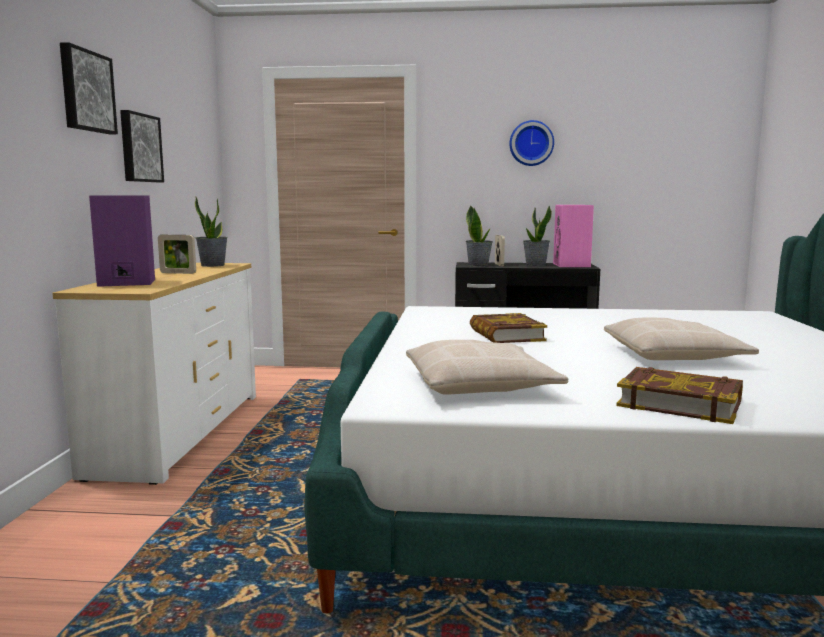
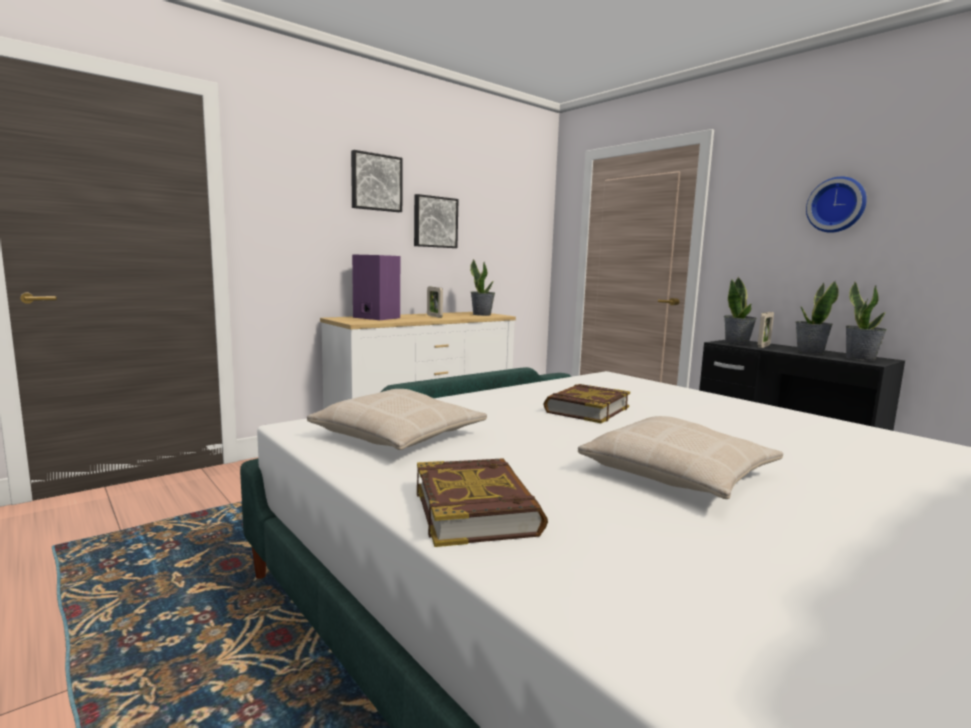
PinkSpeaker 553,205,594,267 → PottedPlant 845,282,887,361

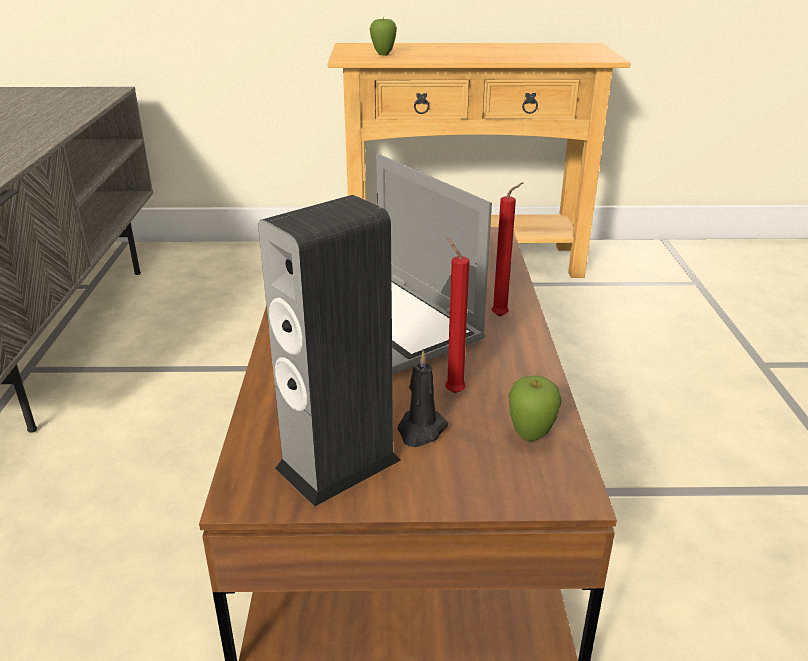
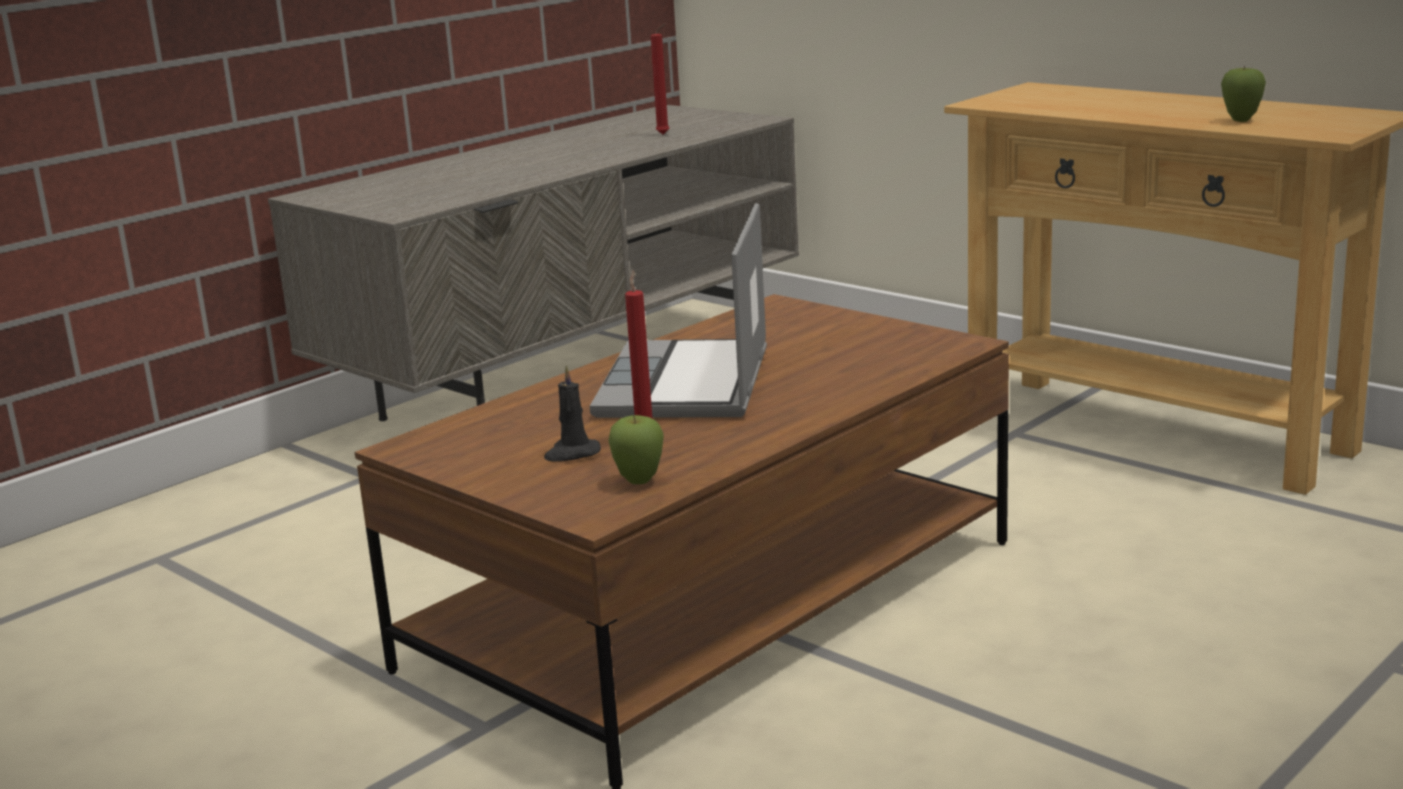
Speaker 258,195,401,507 → -
Apple 370,17,397,56 → Apple 1221,65,1266,122, moved
RedCandle 492,182,523,317 → RedCandle 651,23,669,135, moved

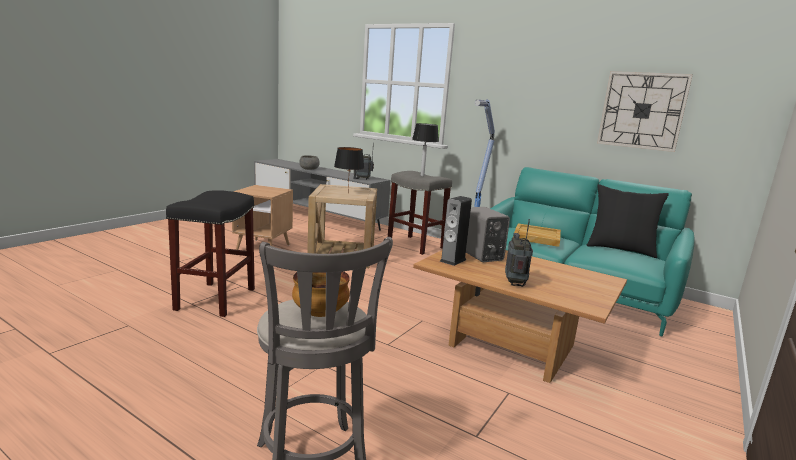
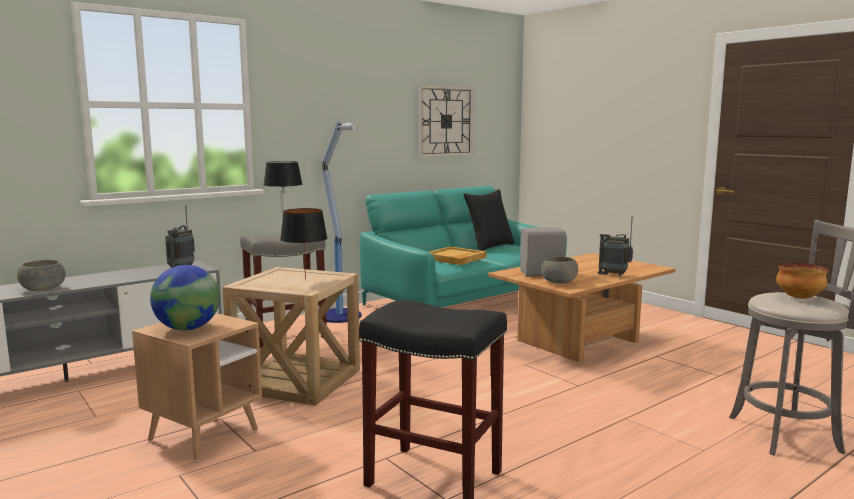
Speaker 439,196,472,266 → GreyBowl 541,257,578,284
- → Globe 150,265,220,330

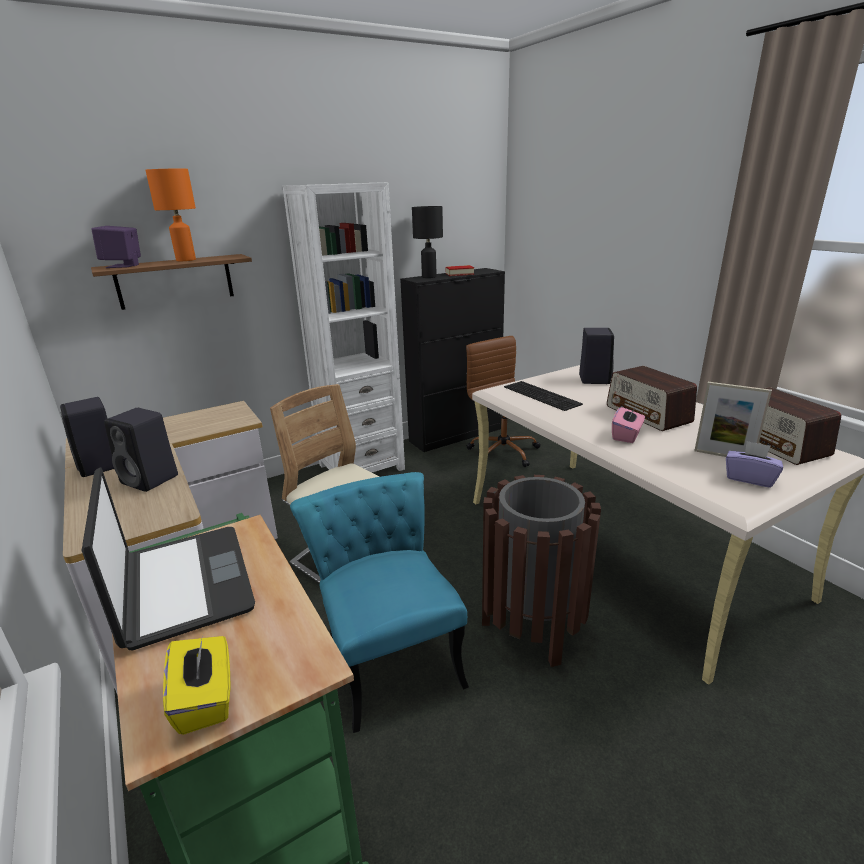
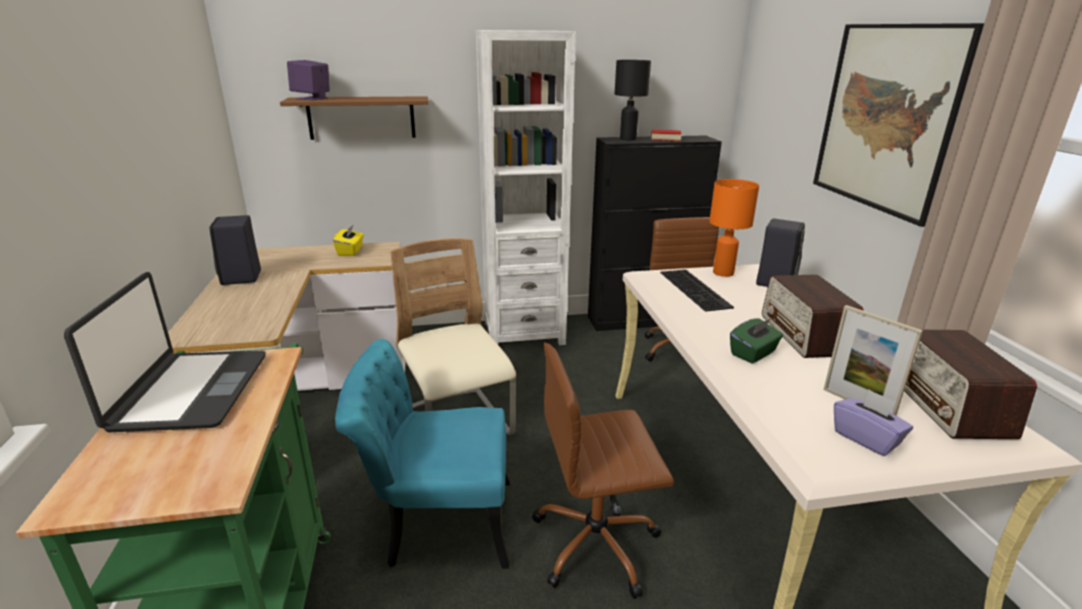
BlackSpeaker 104,408,178,492 → -
OrangeTableLamp 145,169,196,261 → OrangeTableLamp 709,179,759,277, moved
YellowTissueBox 163,635,230,735 → YellowTissueBox 333,224,364,256, moved
TurquoiseChair 290,472,469,733 → TurquoiseChair 335,339,510,569, 90 degrees counterclockwise
BrownTrashCan 482,475,601,667 → BrownOfficeChair 532,343,674,599
PinkTissueBox 612,405,645,443 → GreenTissueBox 730,319,783,363
- → Picture 813,23,984,227

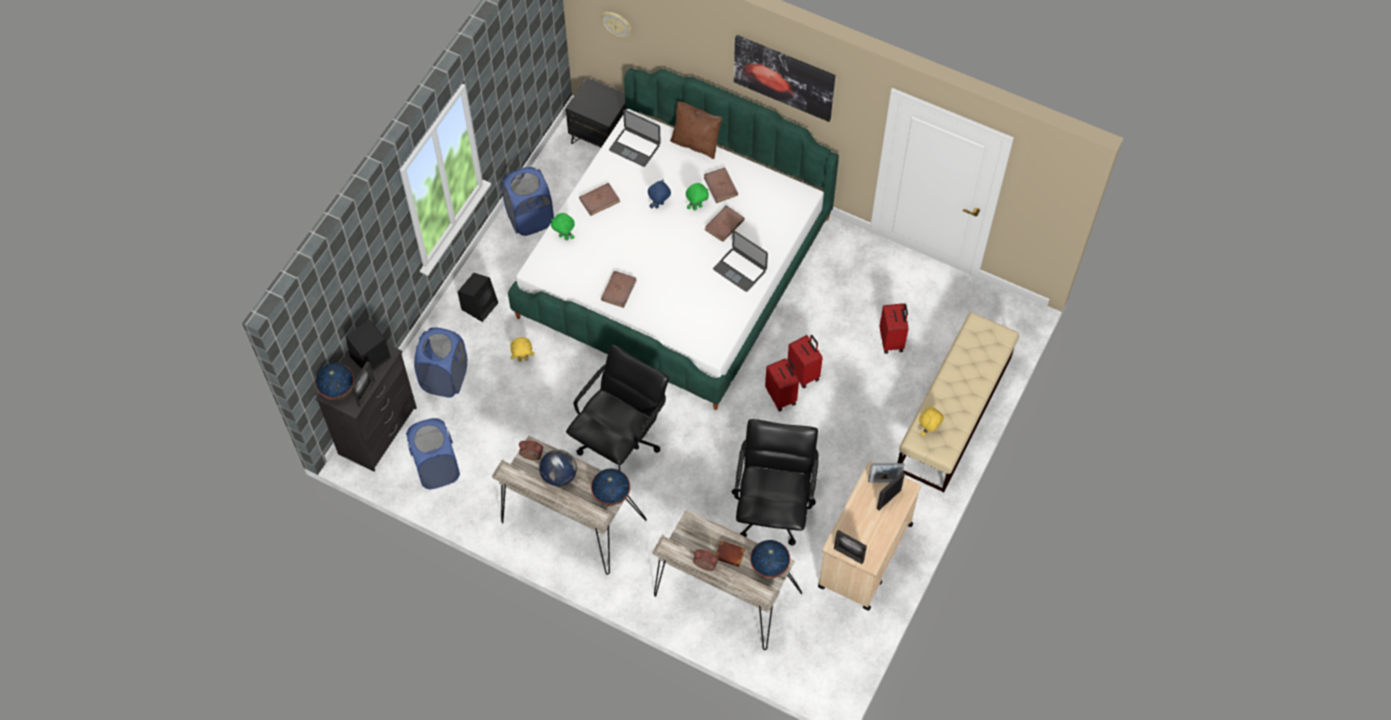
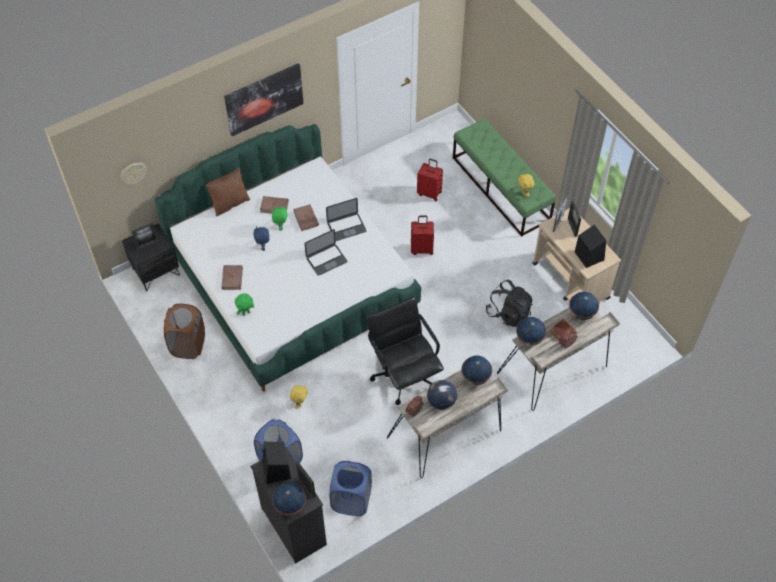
BlackSpeaker 458,273,498,322 → BlackSpeaker 575,225,606,268, moved
BlueLaundryBasket 501,167,554,236 → BrownLaundryBasket 164,304,205,359
BrownBook 601,271,637,308 → -
Laptop 609,110,661,167 → Laptop 304,229,347,276, moved
BlackOfficeChair 731,419,819,545 → BlackBackpack 486,280,532,327
RedSuitcase 765,358,799,411 → -
PictureFrame 834,530,867,564 → PictureFrame 132,223,159,250, moved
BeigeBench 898,312,1019,492 → GreenBench 453,119,556,237
- → Globe 516,317,546,346

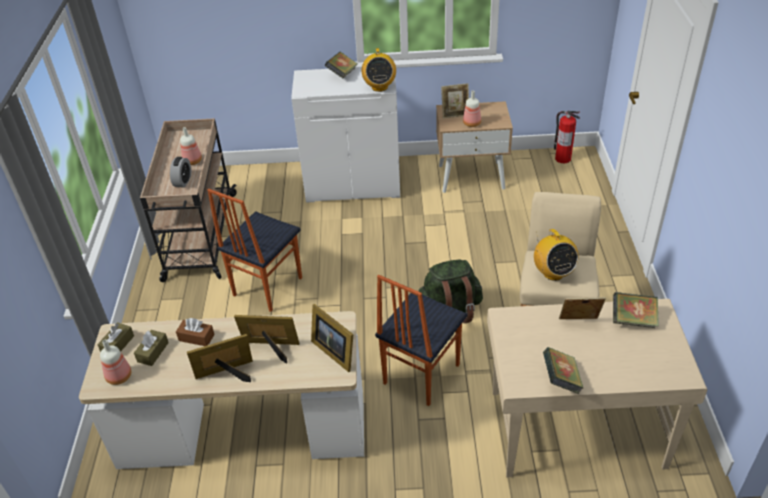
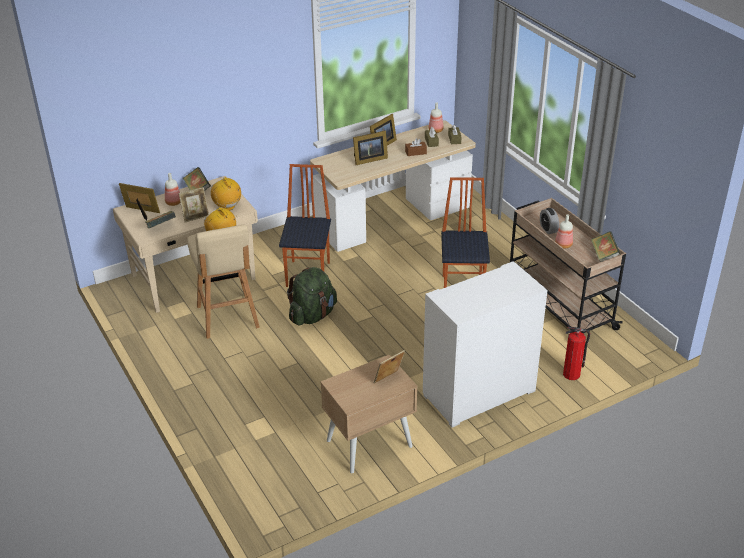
PictureFrame 311,304,353,372 → PictureFrame 119,183,160,221, moved
Book 325,52,358,78 → Book 591,231,621,262, moved
Radio 361,48,396,92 → Radio 211,177,241,211, moved
Bottle 463,90,481,127 → Bottle 165,173,180,206, moved
FireExtinguisher 554,111,580,164 → FireExtinguisher 563,327,590,380, moved

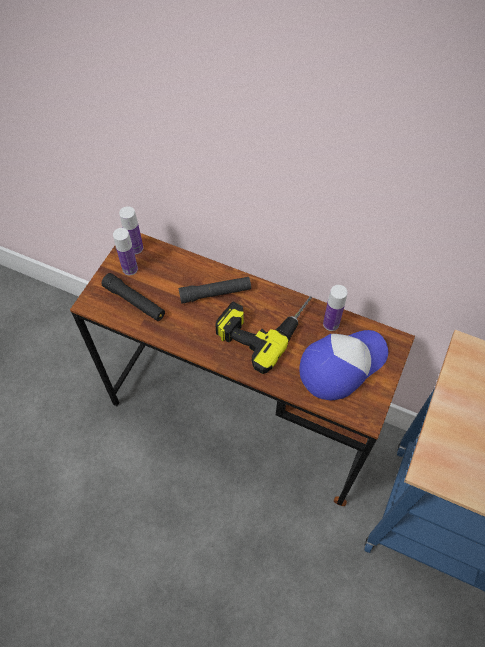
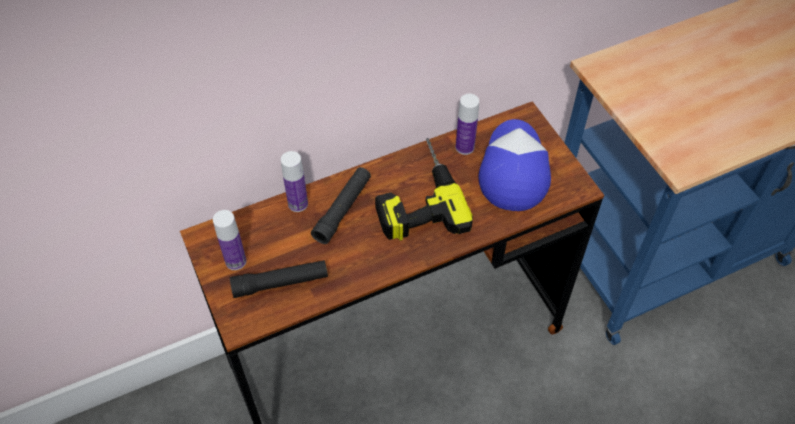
Bottle 119,206,143,254 → Bottle 281,151,308,212, moved

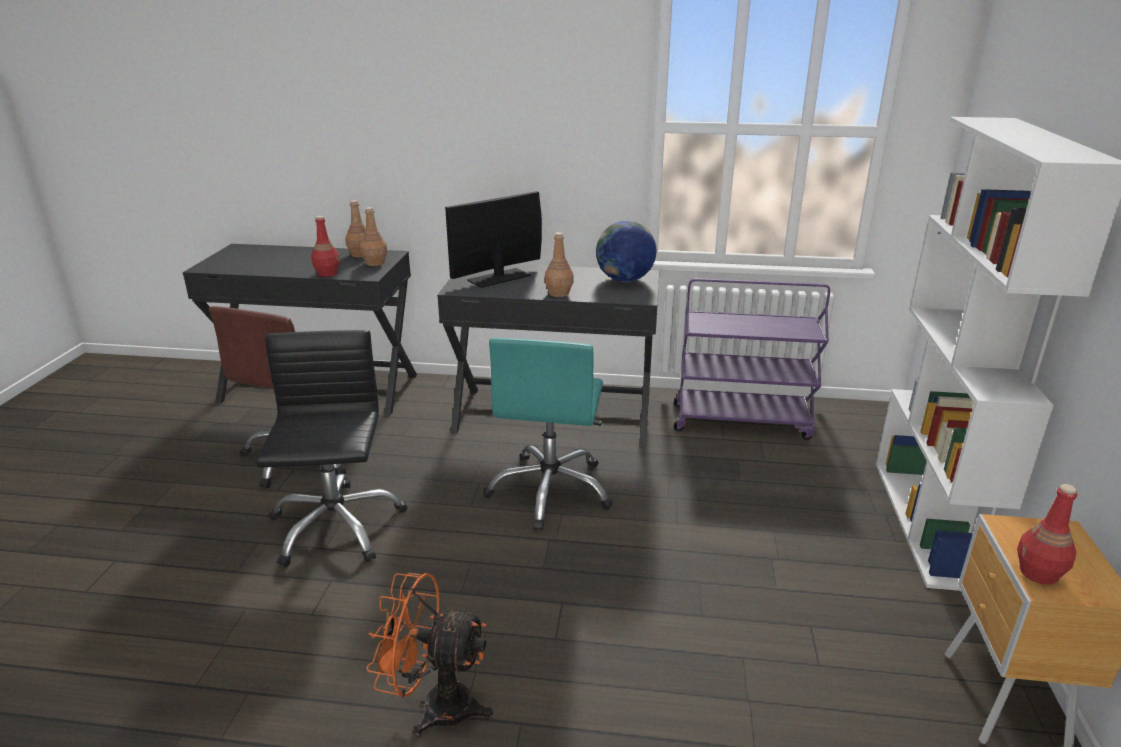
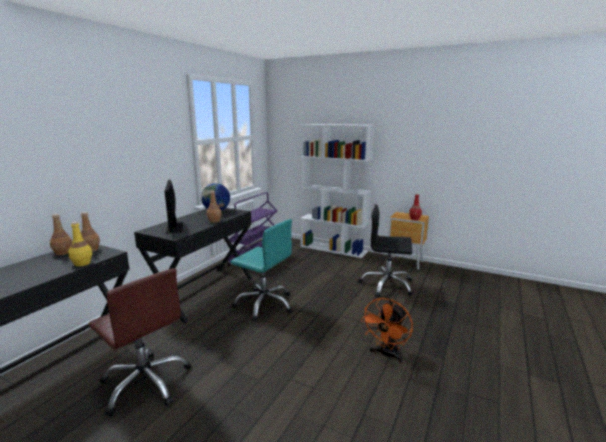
BlackOfficeChair 256,330,407,567 → BlackOfficeChair 358,204,413,297, moved
RedBottle 311,216,340,277 → YellowBottle 68,222,92,266

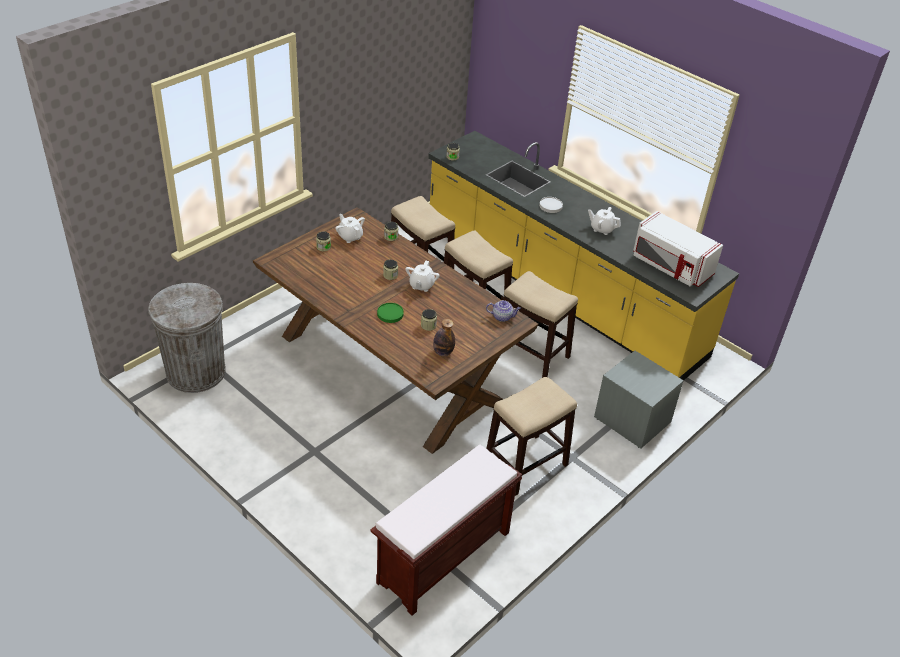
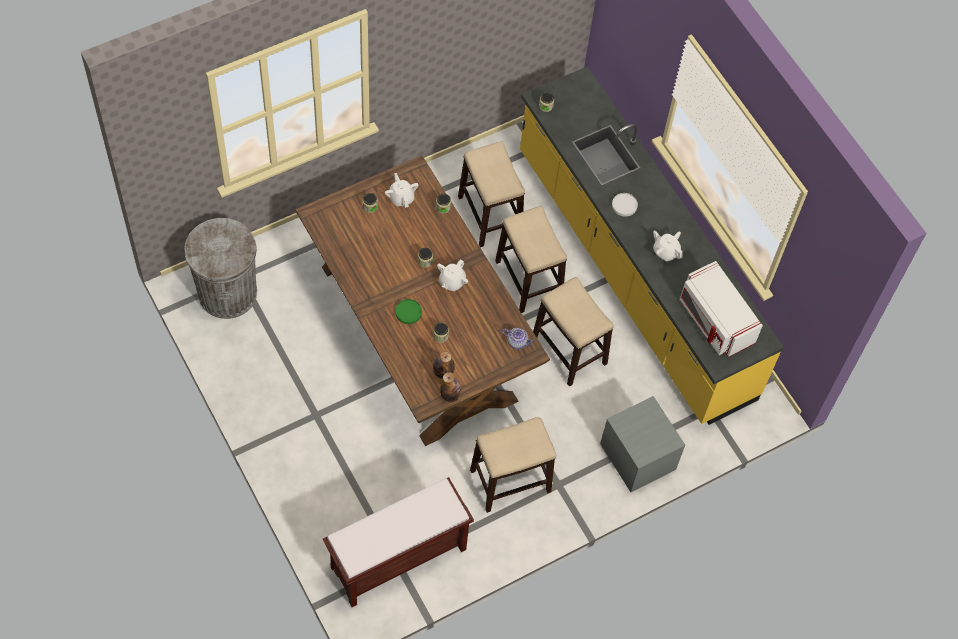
- → Bottle 440,372,462,402

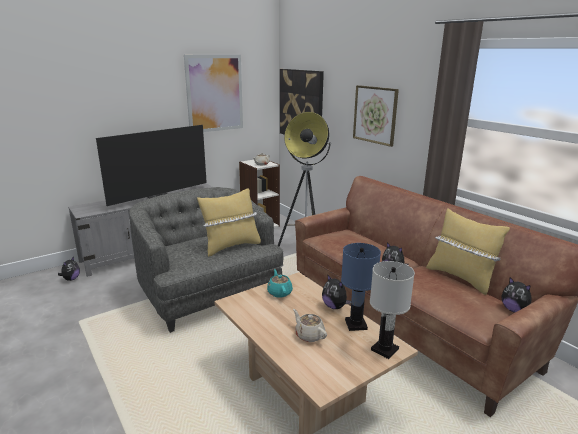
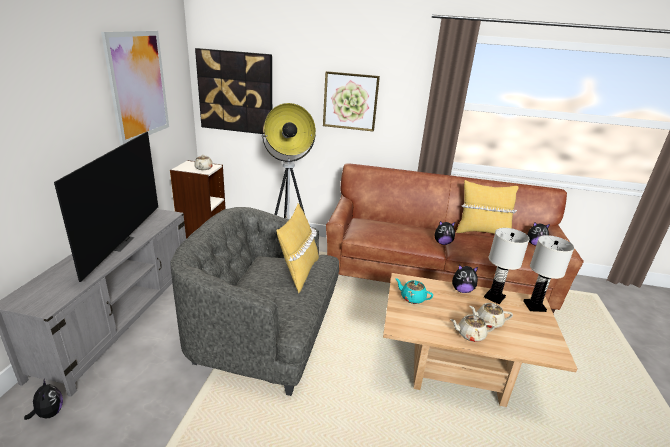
BlueTableLamp 341,243,381,331 → WhiteTableLamp 484,228,530,304
- → BeigeTeapot 450,315,495,342

